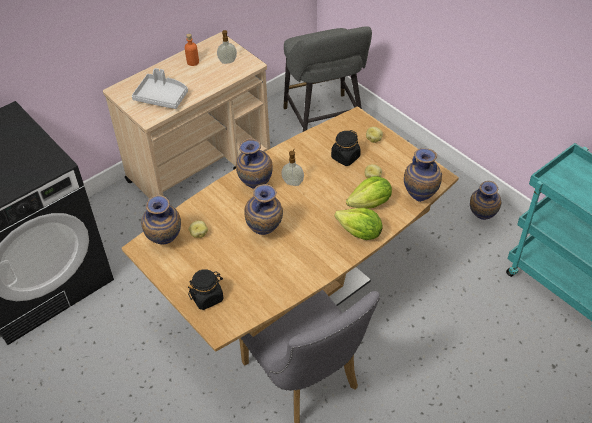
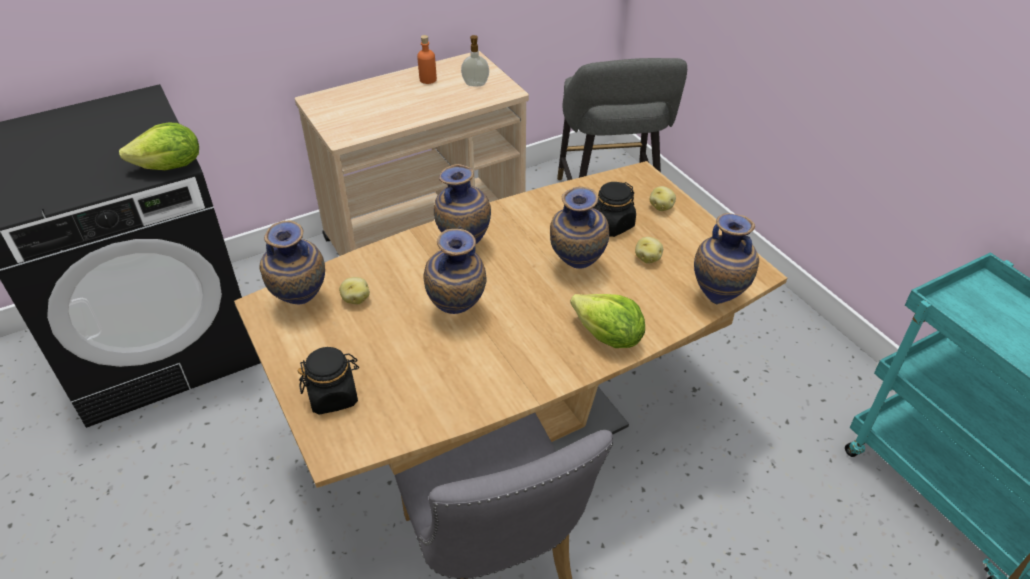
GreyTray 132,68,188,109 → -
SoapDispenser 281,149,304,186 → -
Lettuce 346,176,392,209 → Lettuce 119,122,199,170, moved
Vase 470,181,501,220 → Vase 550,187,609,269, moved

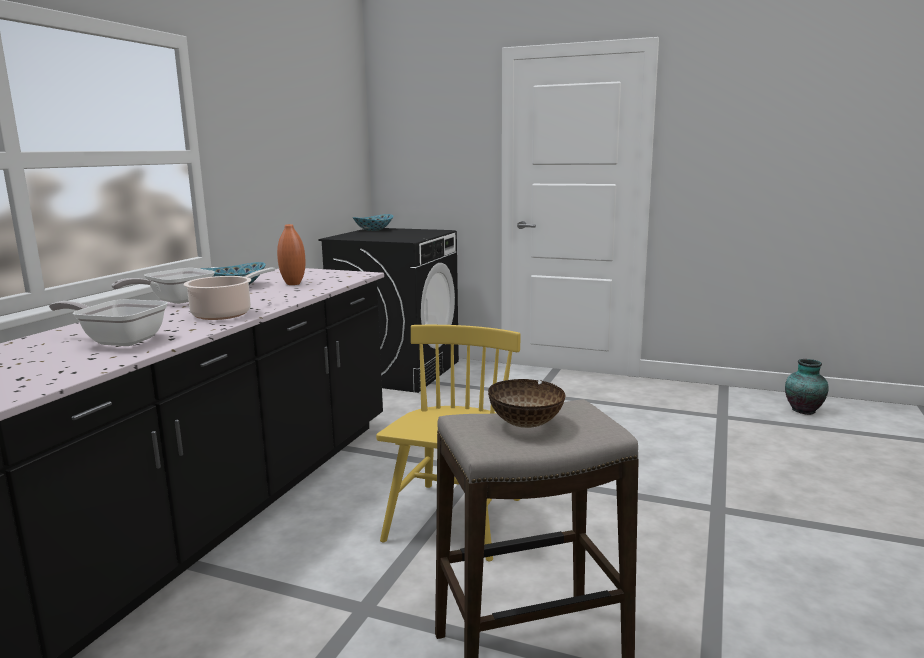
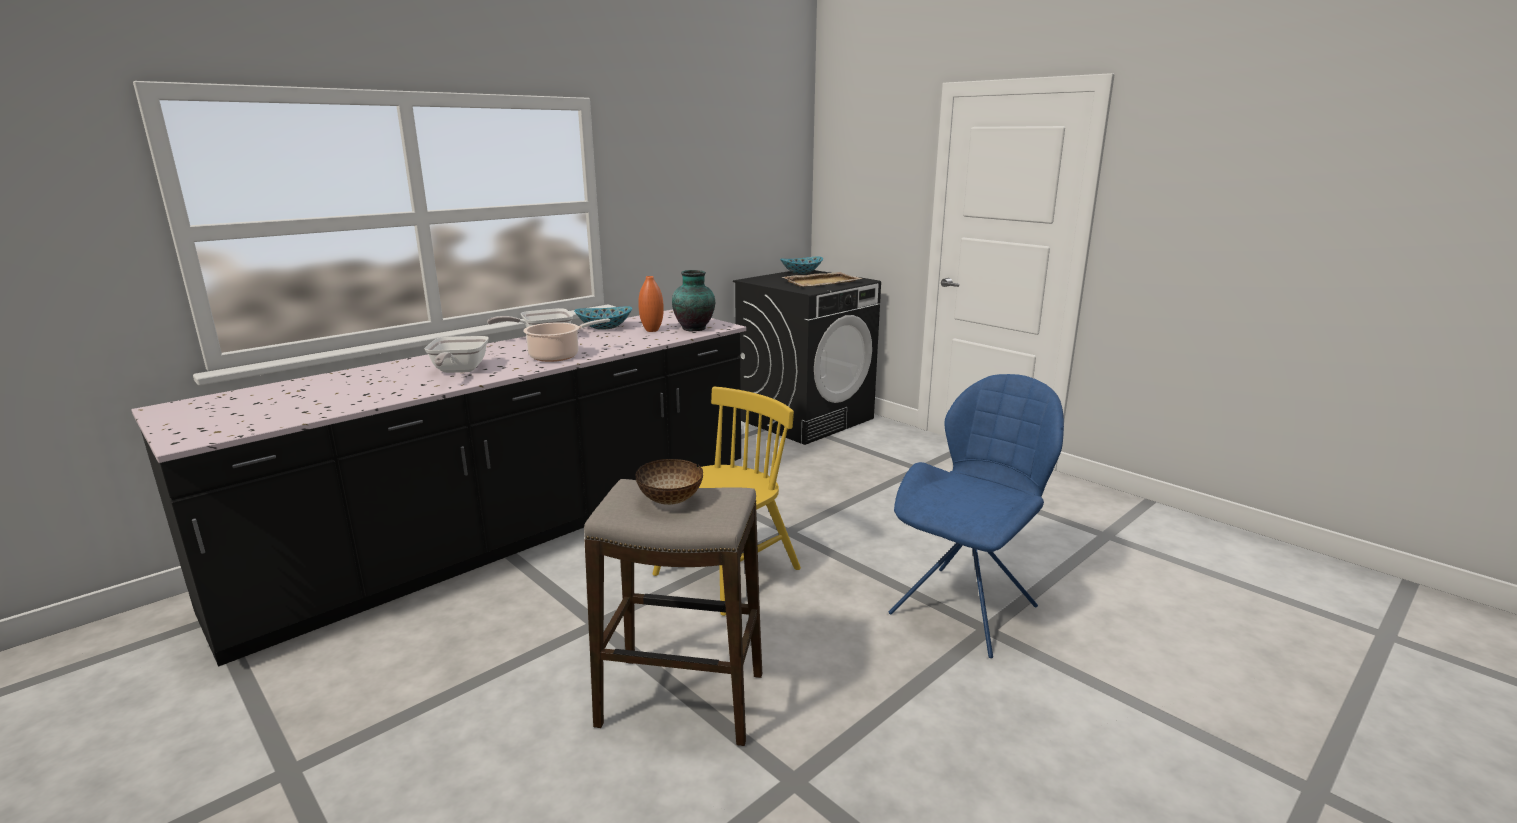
FryingPan 49,299,168,346 → FryingPan 424,336,489,373, 135 degrees counterclockwise
Vase 785,359,829,415 → Vase 672,270,715,331, moved
- → BeigeTray 782,272,862,287
- → BlueChair 888,374,1064,658

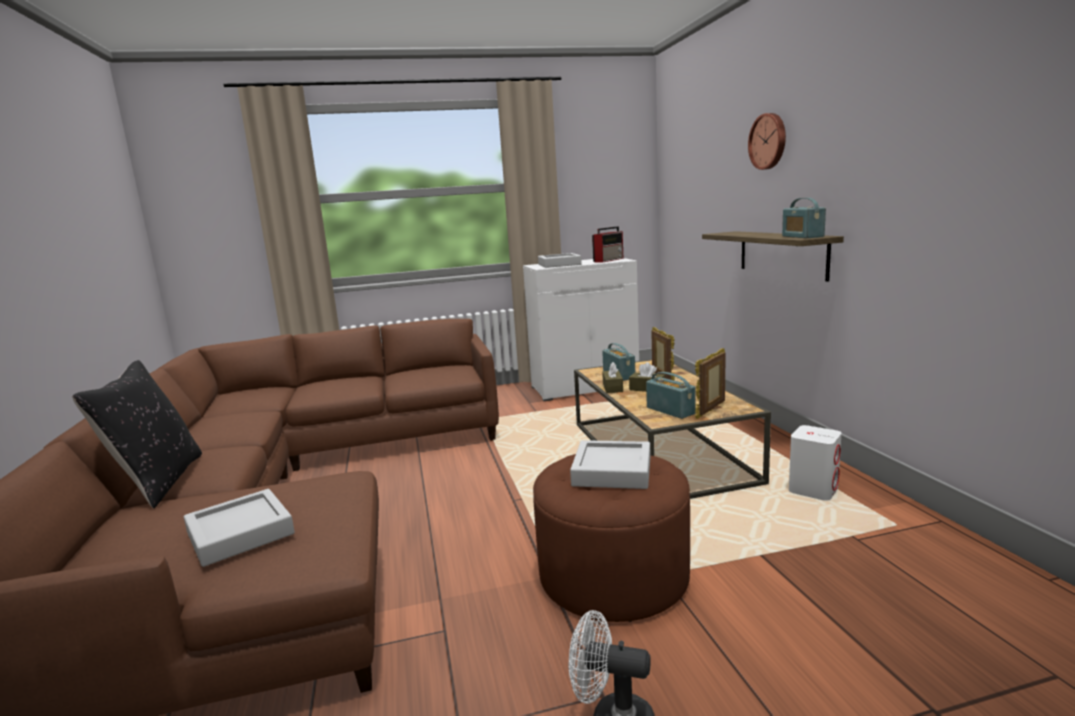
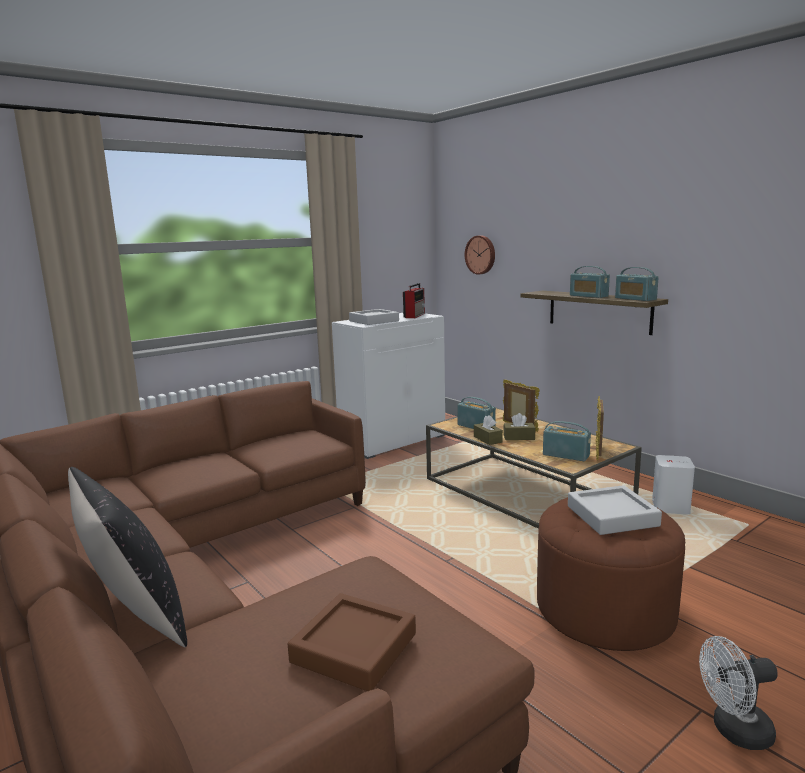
GreyTray 184,489,295,567 → BrownTray 288,593,416,691
WallClock 748,113,786,170 → WallClock 465,235,495,275, moved
- → Radio 570,266,610,298

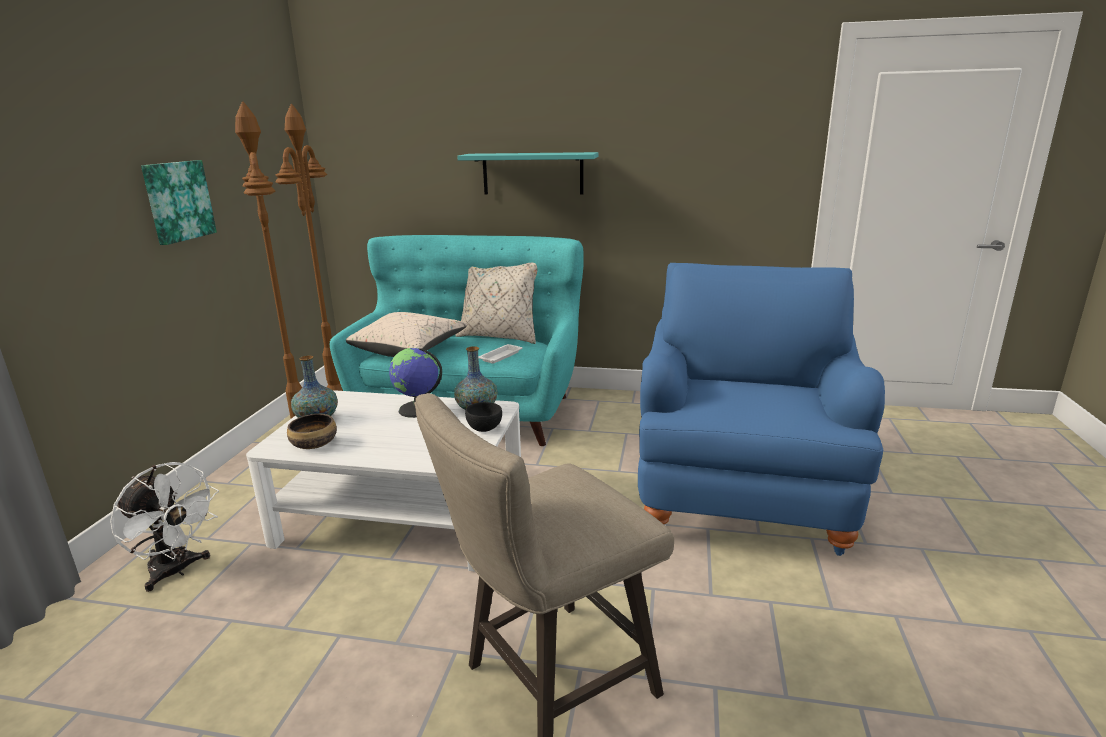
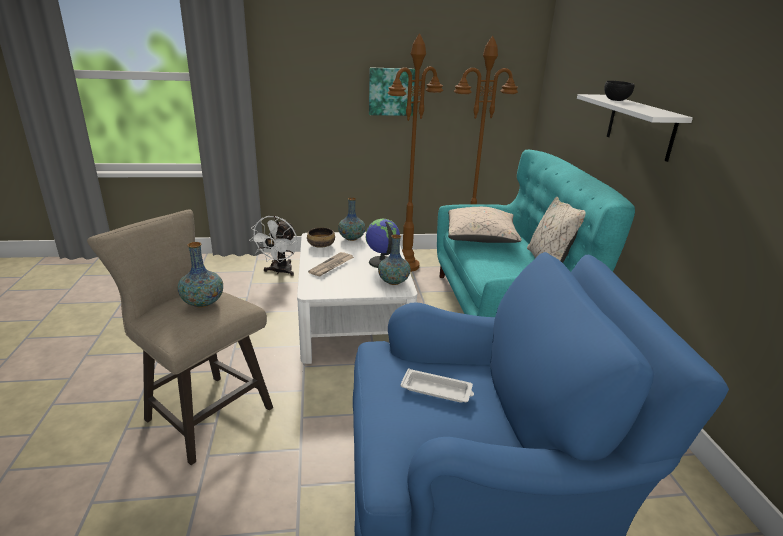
TurquoiseShelf 457,152,599,194 → WhiteShelf 577,94,693,162
BlackBowl 465,402,502,432 → BlackBowl 604,81,634,101, moved
WhiteTray 478,344,523,364 → WhiteTray 400,368,474,403, moved
- → Vase 178,242,223,307
- → Newspaper 308,252,354,277

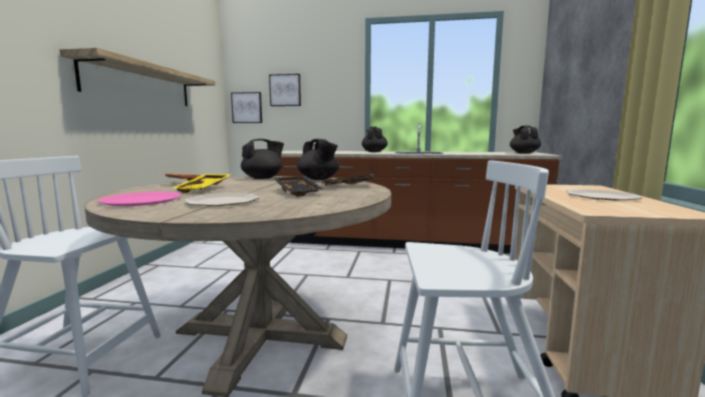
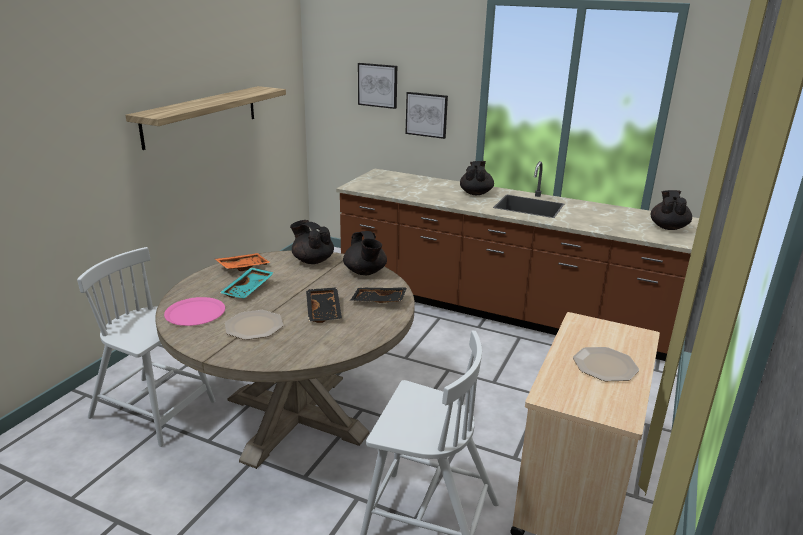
YellowTray 172,174,231,193 → TurquoiseTray 220,268,274,298
Picture 231,92,262,123 → Picture 405,92,448,139, moved
BlackTeapot 241,139,284,179 → BlackTeapot 290,220,334,264, 120 degrees counterclockwise

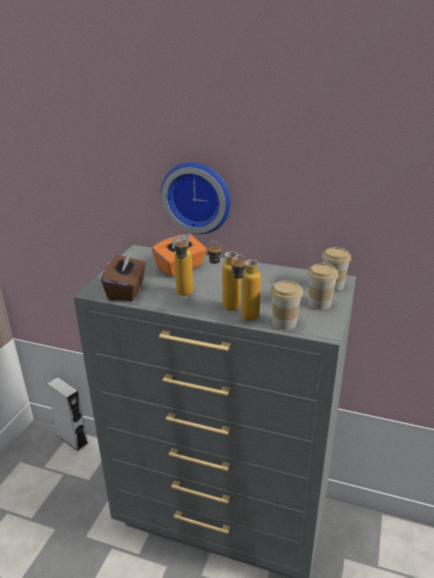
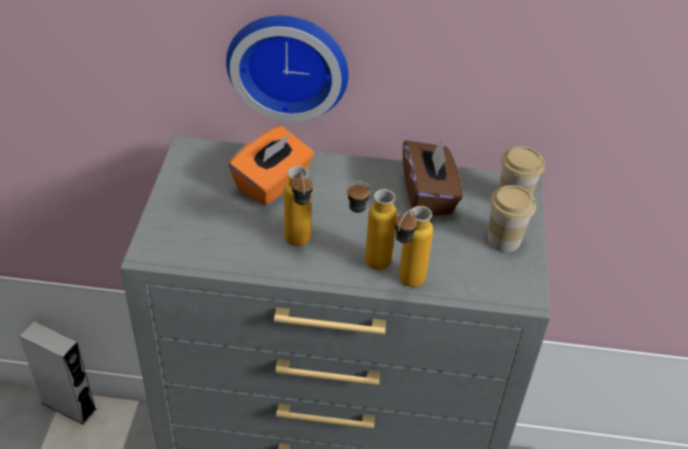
BrownTissueBox 101,251,146,301 → BrownTissueBox 403,139,462,215, moved
Cup 270,281,303,330 → -

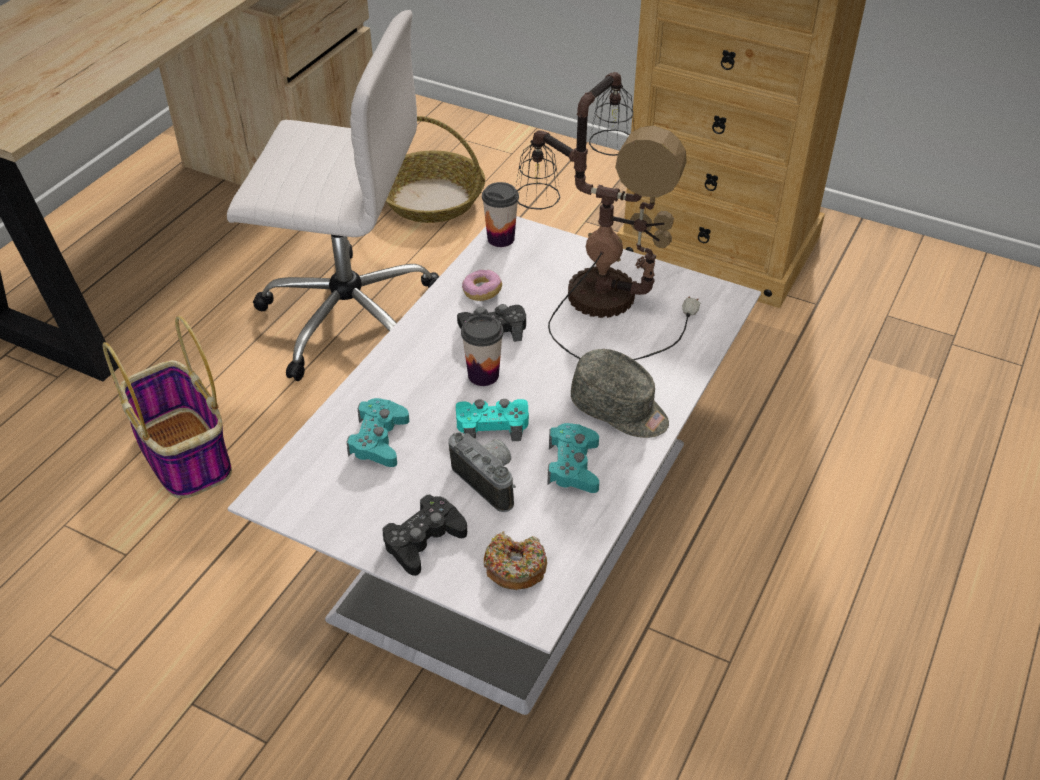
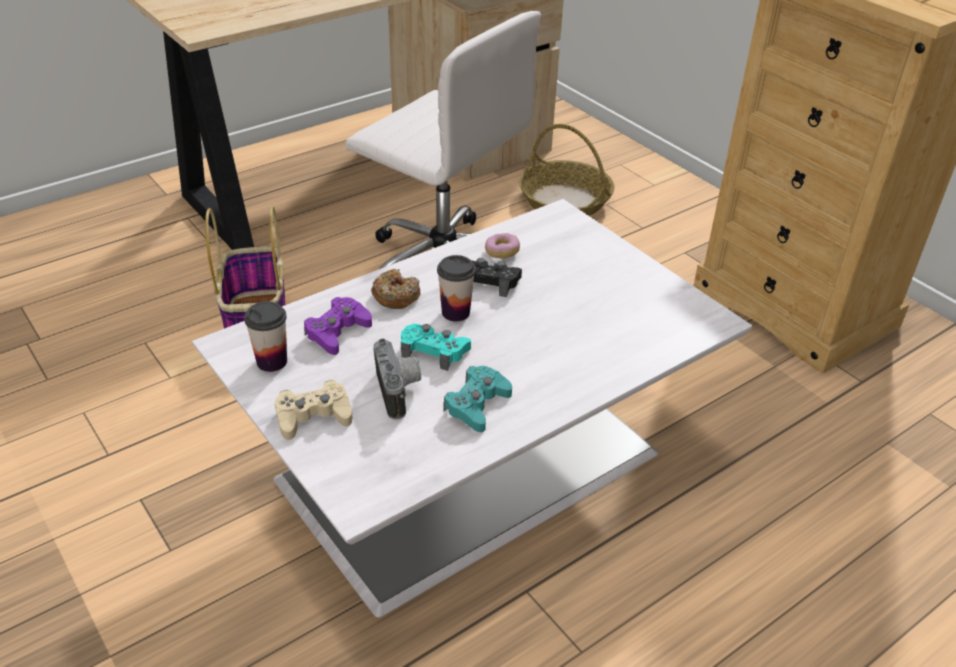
TurquoiseGameController 347,398,409,467 → PurpleGameController 304,297,372,355
BlackGameController 382,494,467,576 → BeigeGameController 275,380,352,440
Cup 482,182,519,247 → Cup 244,301,287,372, moved
Donut 484,531,547,590 → Donut 371,269,420,309, moved
TableLamp 515,72,700,360 → -
GreyCap 571,349,669,438 → -

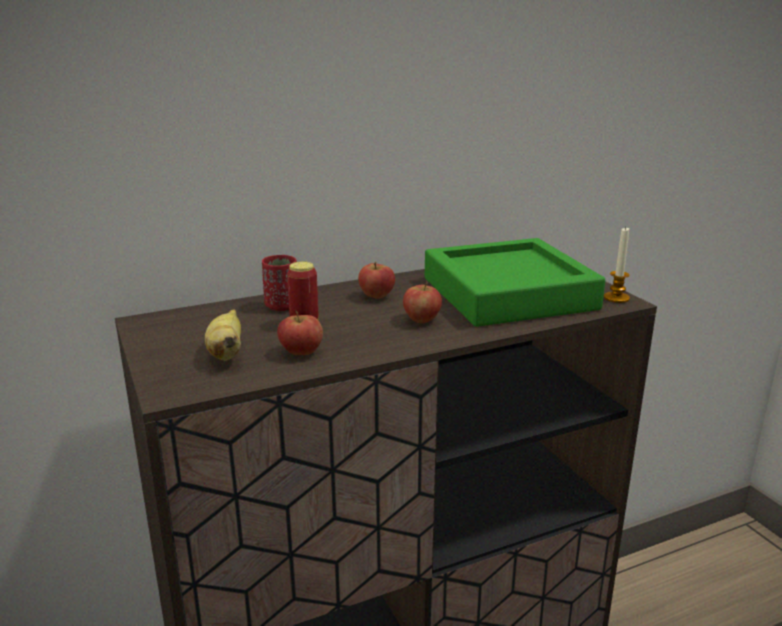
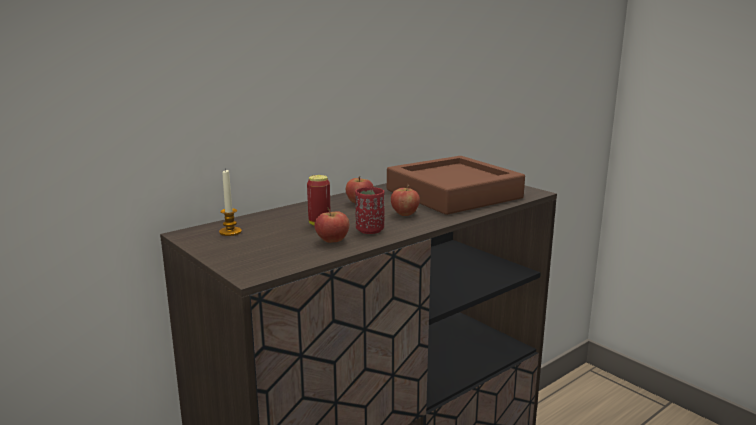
Banana 205,309,241,361 → -
RedCup 262,255,297,311 → RedCup 355,187,385,234, moved
GreenTray 425,238,605,327 → BrownTray 387,156,525,215
Candle 604,227,630,303 → Candle 219,169,242,236, moved

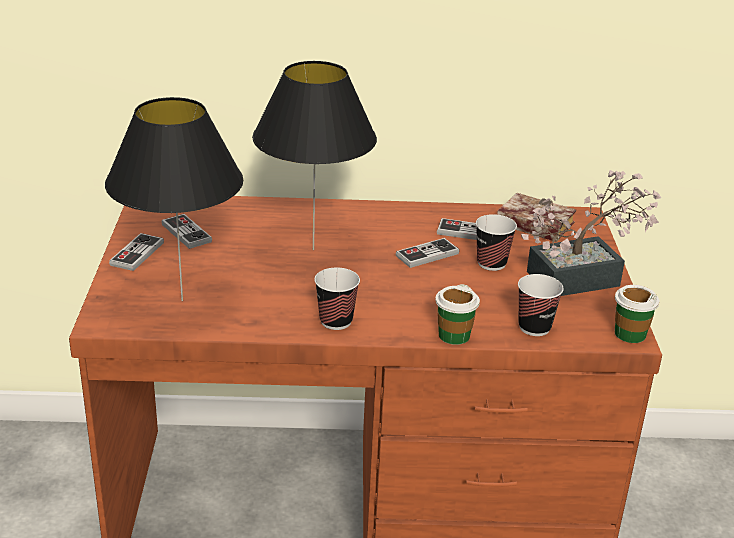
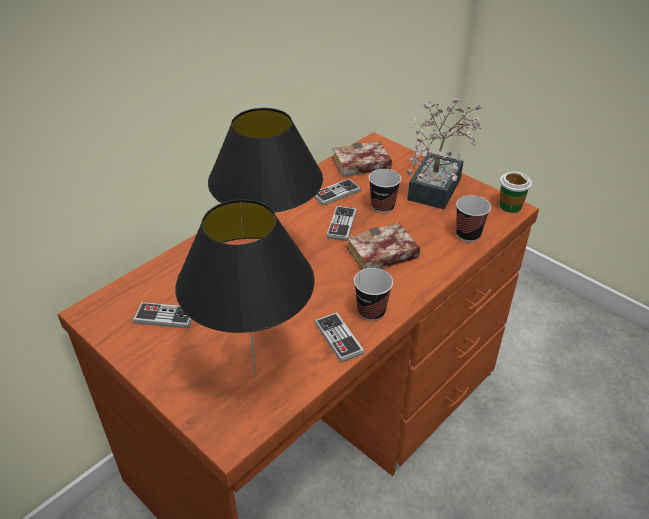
GameController 109,233,164,271 → GameController 315,312,364,363, moved
Cup 435,284,480,345 → -
- → Book 347,223,420,270

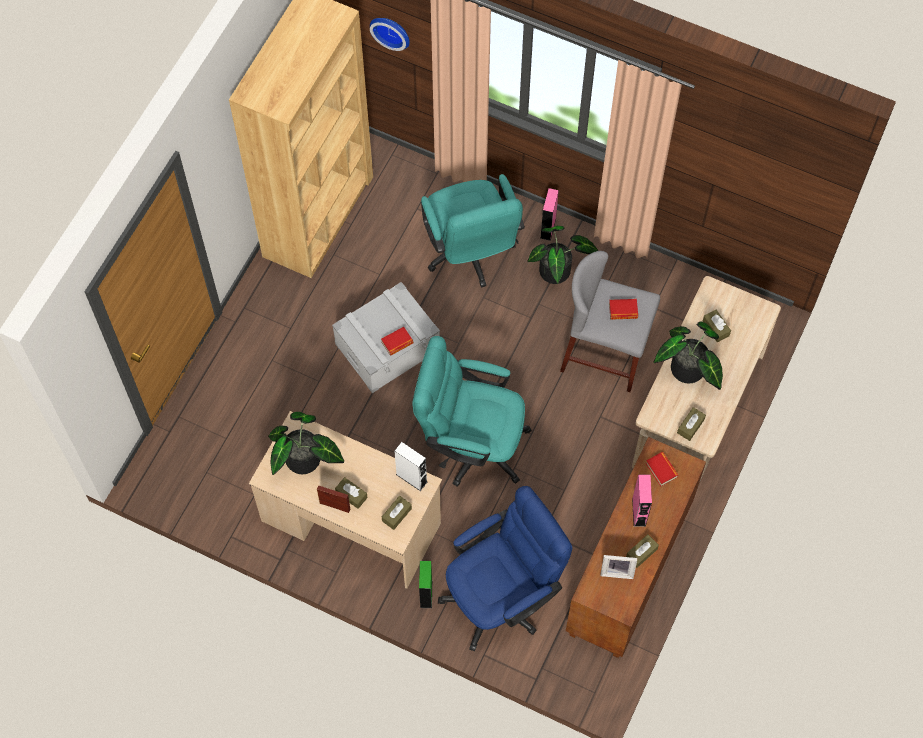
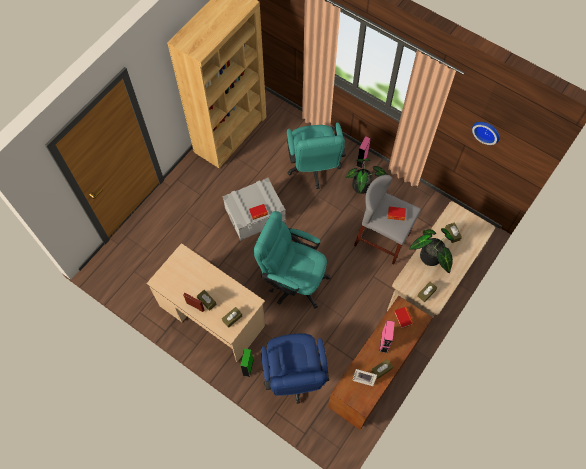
PottedPlant 268,412,344,475 → -
WallClock 370,18,410,51 → WallClock 472,122,500,145, moved
WhiteSpeaker 394,442,427,491 → -
BlueOfficeChair 438,486,572,651 → BlueOfficeChair 261,333,329,404, 105 degrees clockwise

